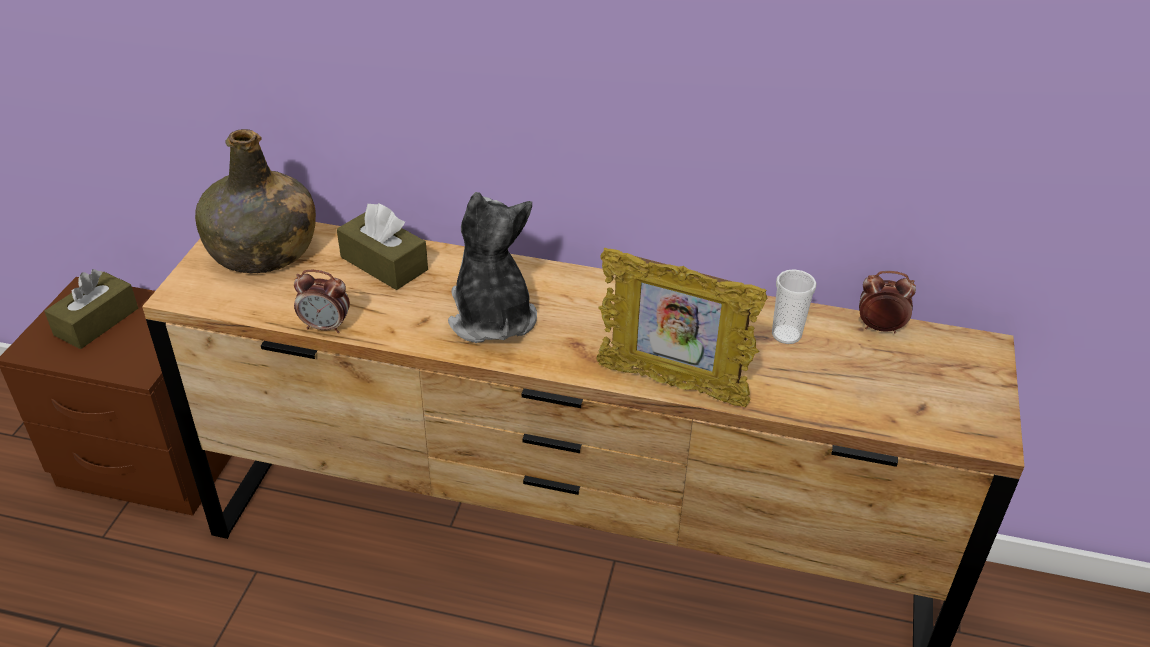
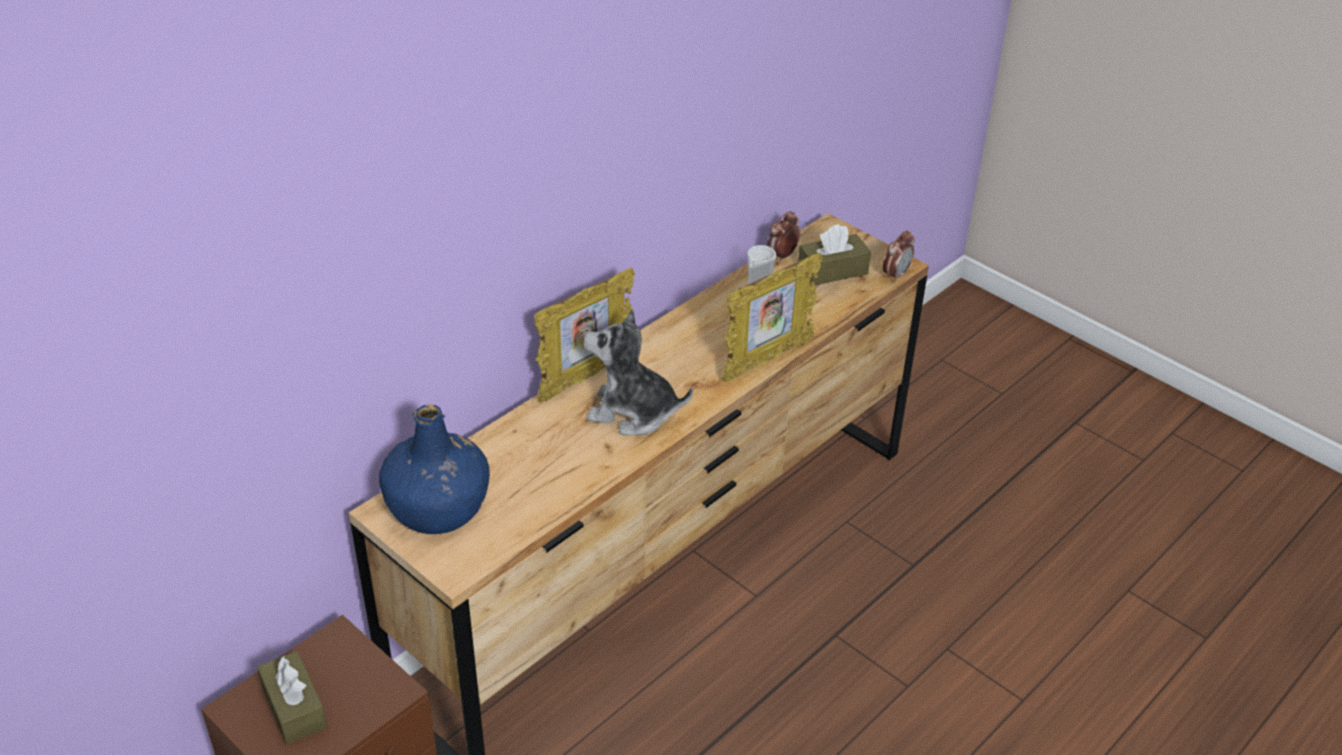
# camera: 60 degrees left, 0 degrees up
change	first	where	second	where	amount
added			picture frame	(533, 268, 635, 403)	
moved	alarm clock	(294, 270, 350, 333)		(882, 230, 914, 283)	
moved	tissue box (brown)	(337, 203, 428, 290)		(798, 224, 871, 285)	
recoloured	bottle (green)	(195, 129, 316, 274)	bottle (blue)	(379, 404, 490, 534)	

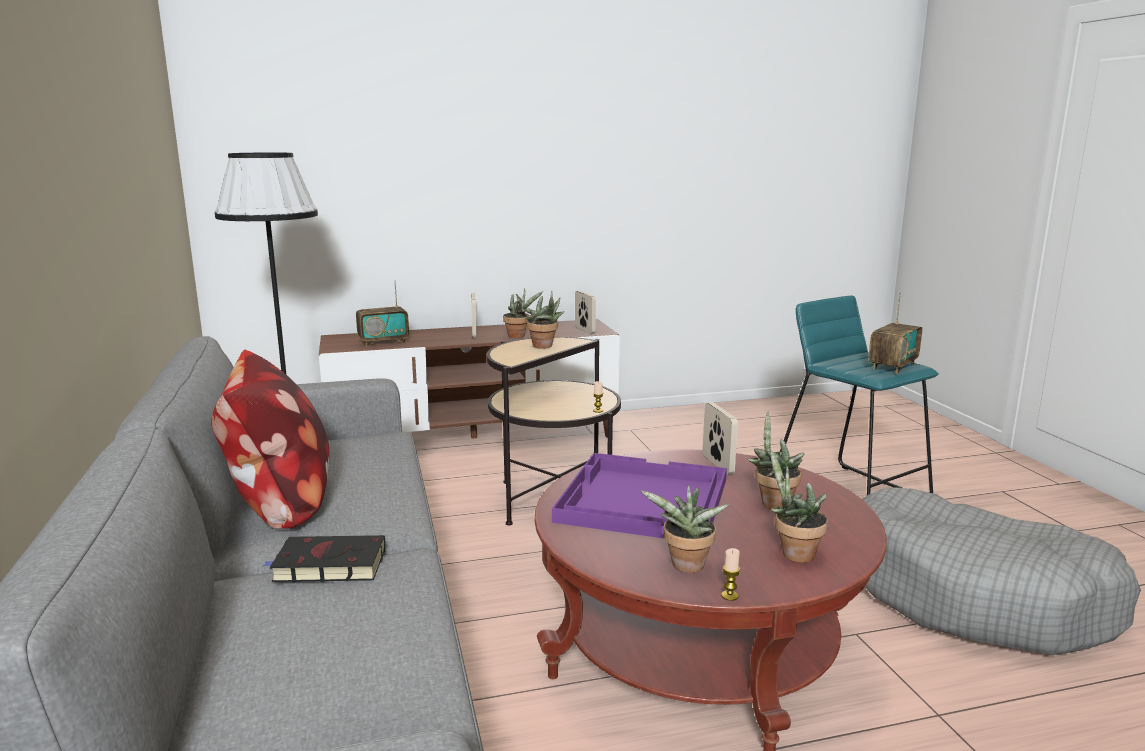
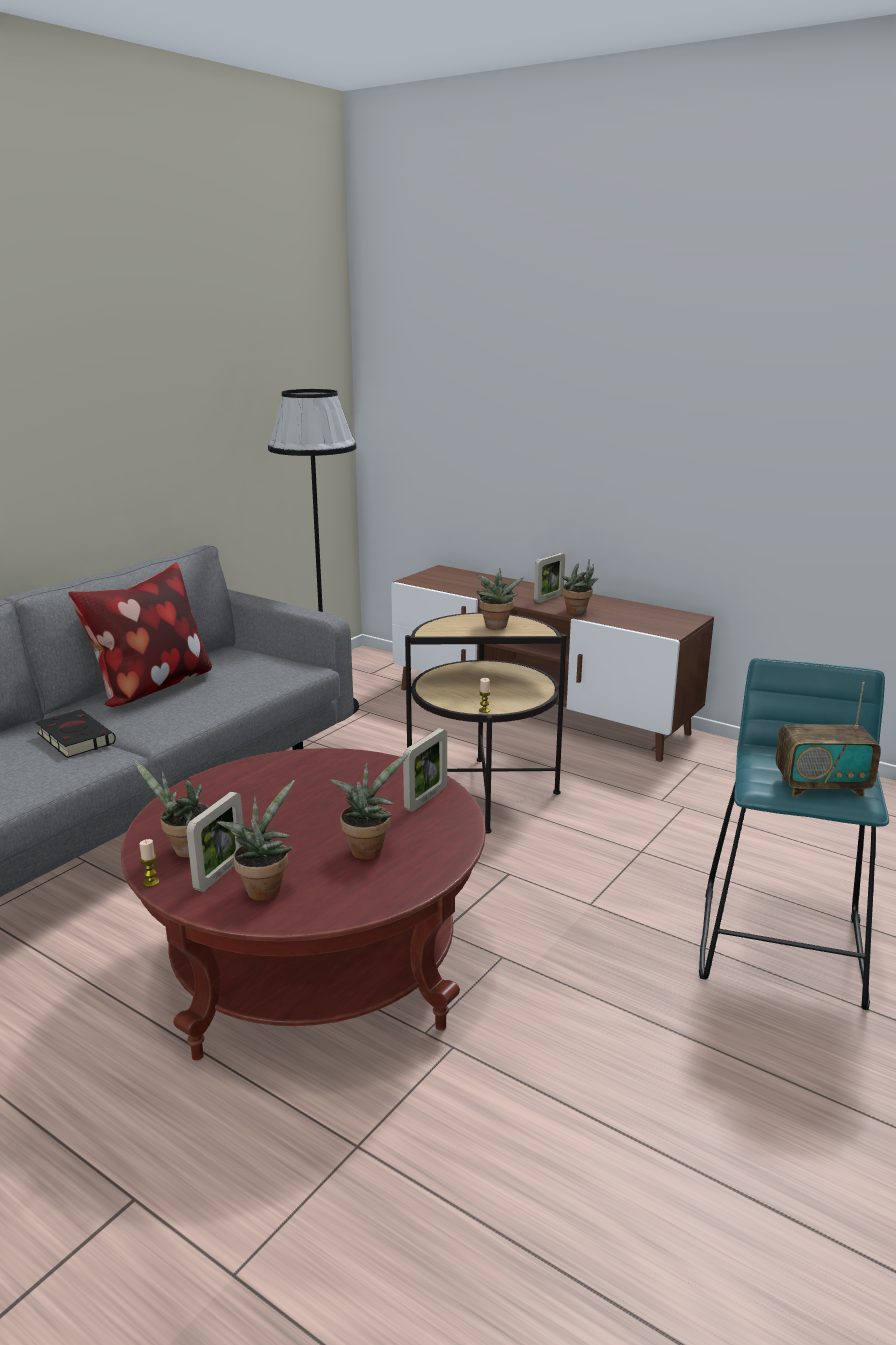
# camera: 50 degrees right, 5 degrees up
change	first	where	second	where	amount
removed	radio	(356, 281, 409, 347)			
removed	tray (purple)	(552, 453, 727, 538)			
removed	dog bed (grey)	(862, 488, 1141, 655)			
moved	picture frame	(575, 291, 596, 334)		(187, 792, 243, 892)	

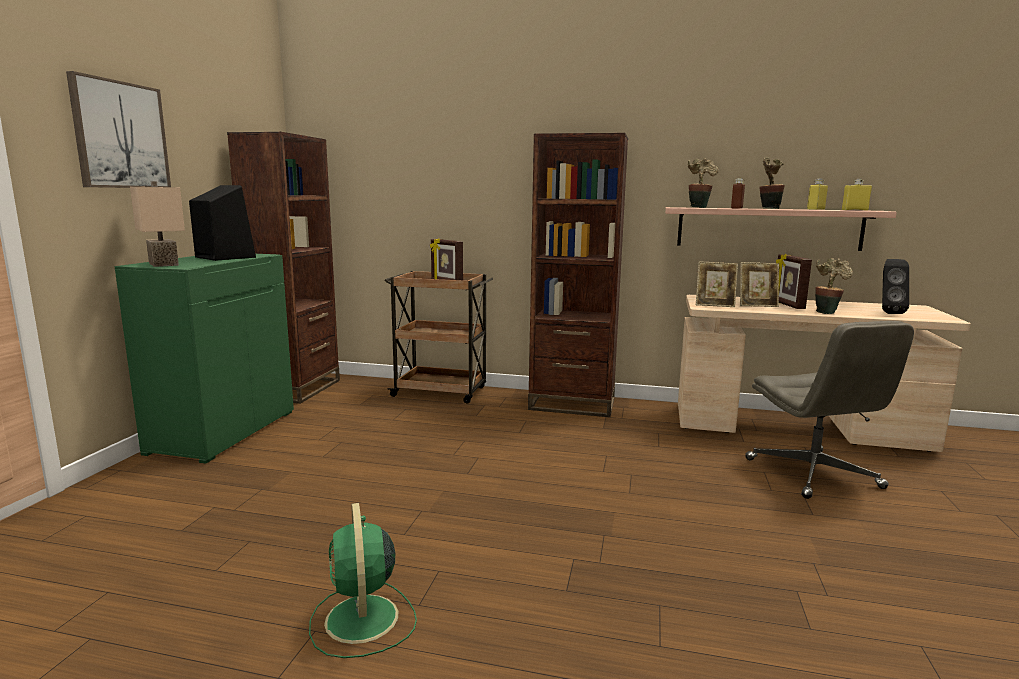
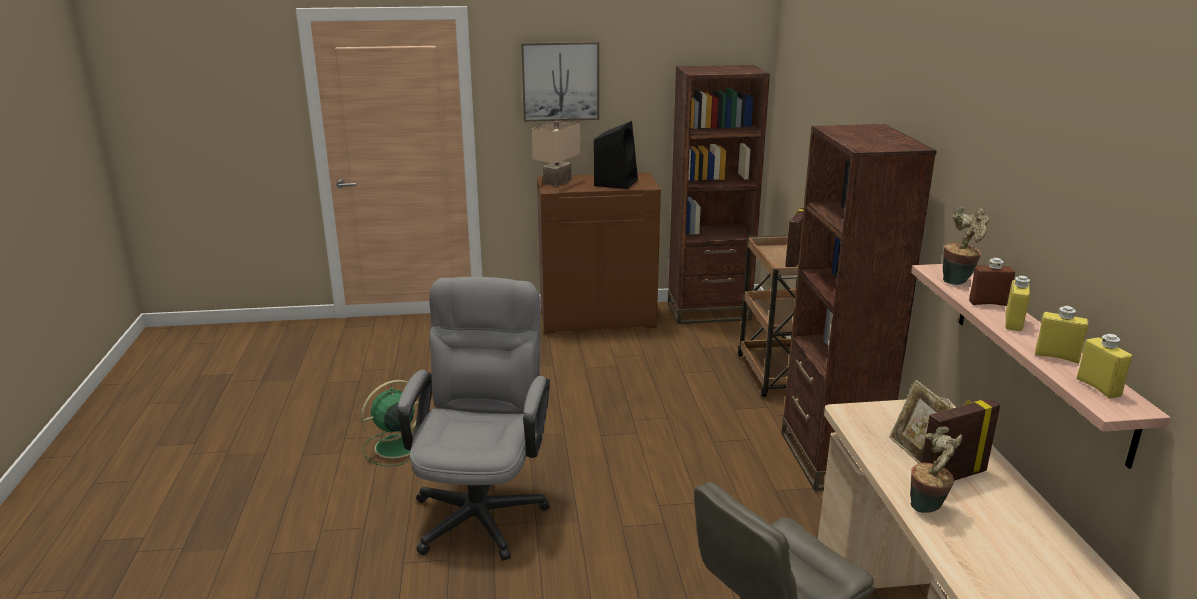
# camera: 70 degrees right, 10 degrees up
change	first	where	second	where	amount
removed	picture frame	(696, 261, 738, 307)			
removed	speaker (black)	(882, 259, 909, 314)			
added			office chair (grey)	(398, 277, 550, 561)	
replaced	potted plant	(759, 157, 785, 209)	bottle (yellow)	(1005, 276, 1031, 331)	
recoloured	cabinet (green)	(114, 254, 294, 463)	cabinet (brown)	(537, 173, 661, 334)	

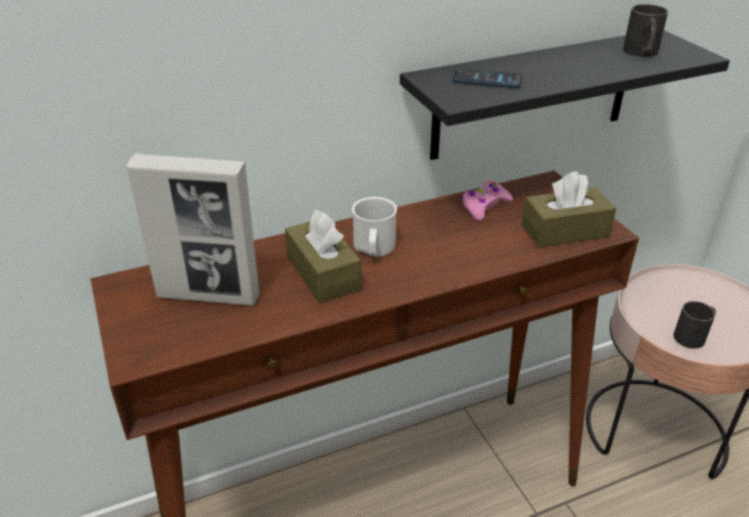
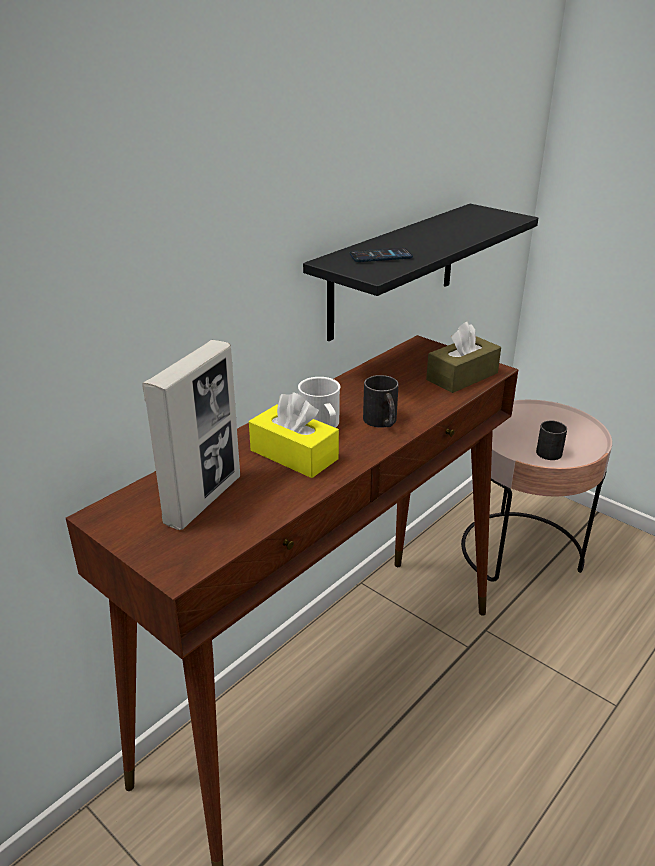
# camera: 25 degrees left, 5 degrees down
change	first	where	second	where	amount
removed	game controller (pink)	(461, 180, 513, 221)			
moved	mug (black)	(623, 4, 668, 57)		(363, 375, 399, 428)	
recoloured	tissue box (brown)	(285, 210, 361, 303)	tissue box (yellow)	(249, 392, 339, 478)	
turned	picture frame	(126, 153, 260, 306)		(143, 340, 240, 530)	45 degrees counterclockwise

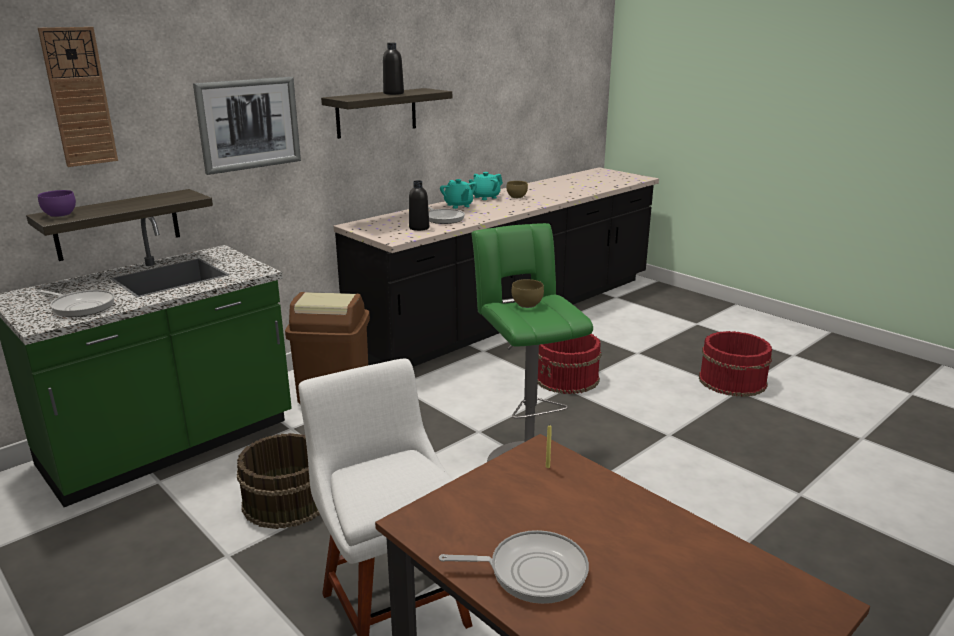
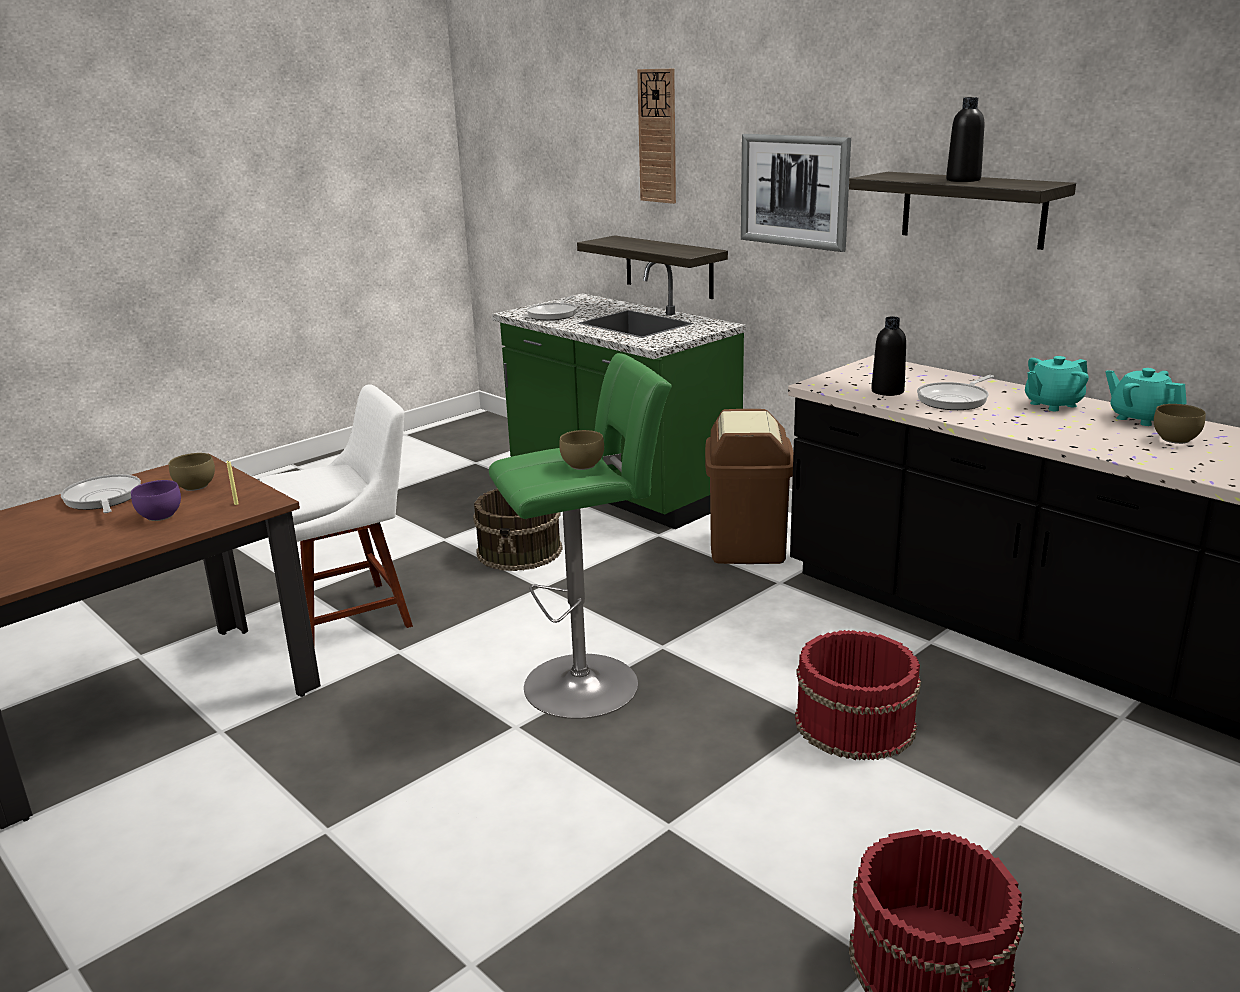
# camera: 90 degrees right, 0 degrees up
change	first	where	second	where	amount
added			bowl (brown)	(169, 453, 215, 491)	
moved	bowl (purple)	(38, 190, 76, 217)		(131, 480, 181, 521)	
turned	frying pan	(439, 530, 589, 604)		(61, 474, 141, 513)	150 degrees clockwise

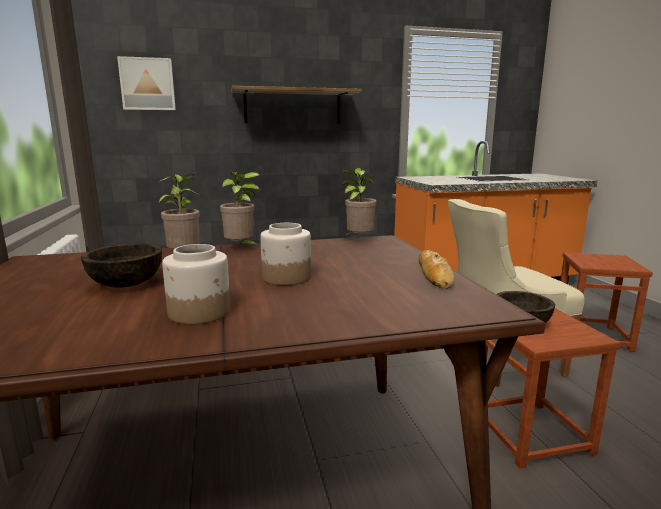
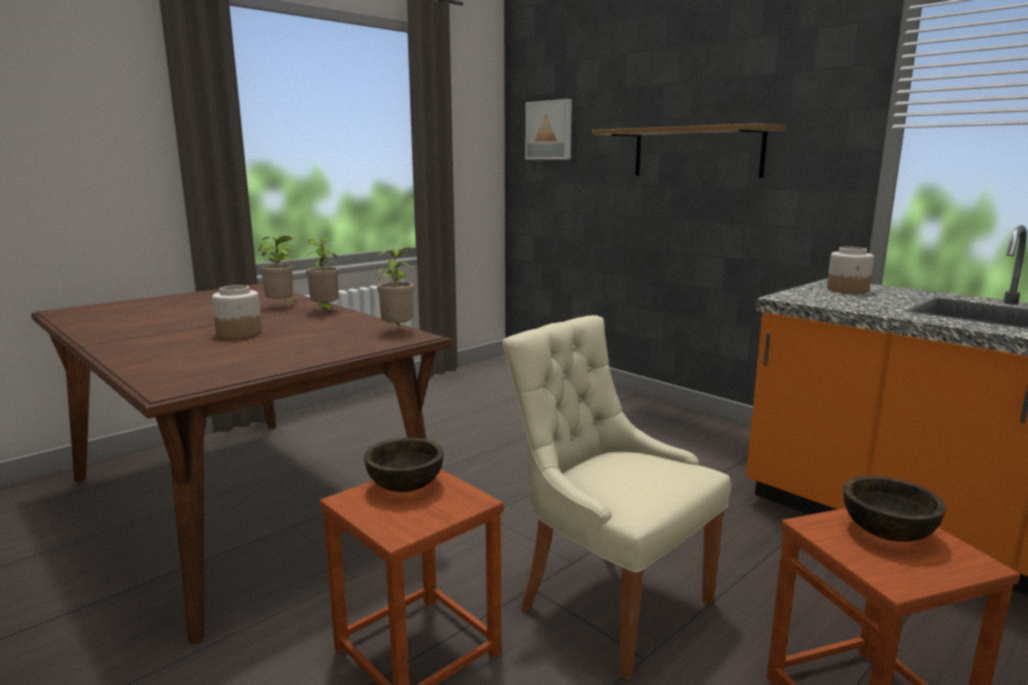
# camera: 60 degrees right, 0 degrees up
change	first	where	second	where	amount
removed	bread	(419, 250, 455, 289)			
moved	bowl (brown)	(81, 243, 162, 288)		(844, 476, 946, 542)	
moved	jar	(162, 244, 230, 324)		(827, 247, 874, 294)	

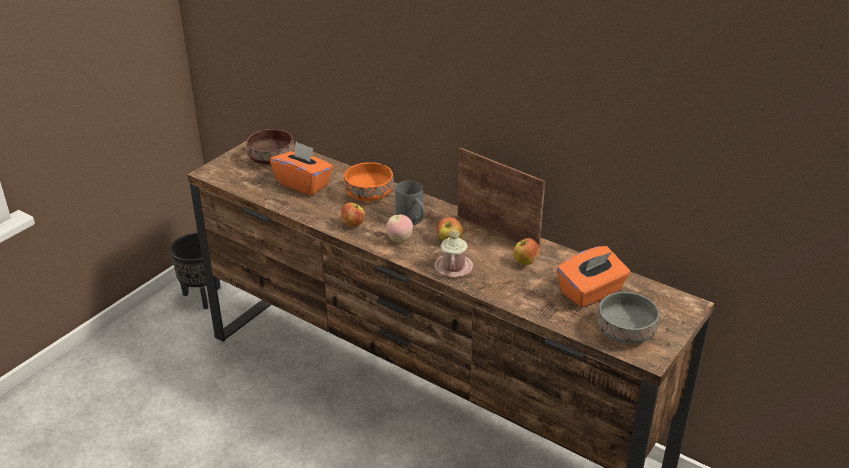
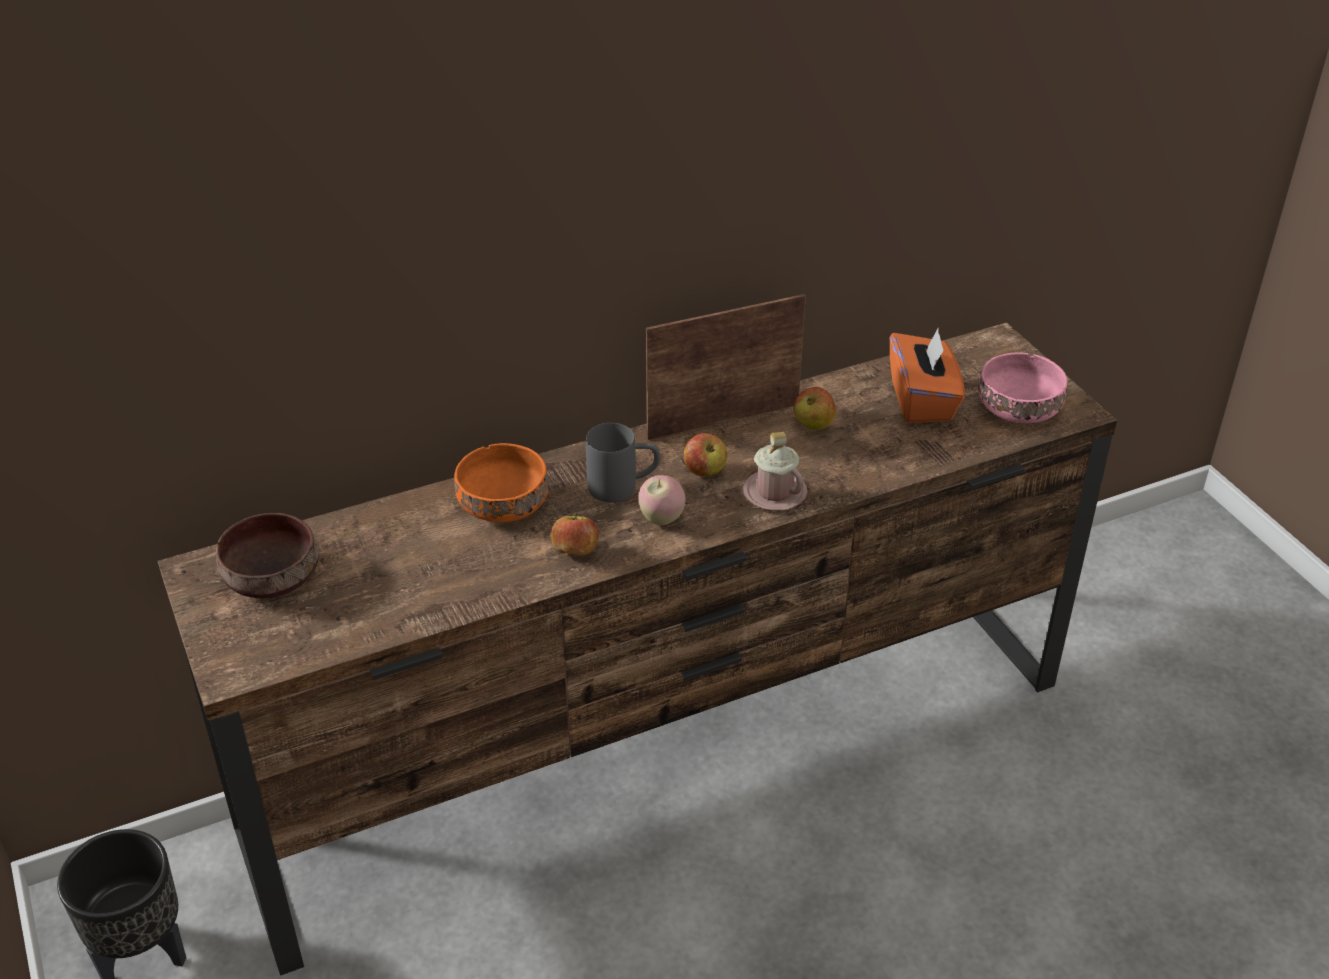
# camera: 60 degrees left, 5 degrees up
change	first	where	second	where	amount
removed	tissue box (orange)	(270, 142, 333, 196)			
recoloured	bowl (grey)	(597, 292, 660, 344)	bowl (pink)	(978, 352, 1068, 423)	

